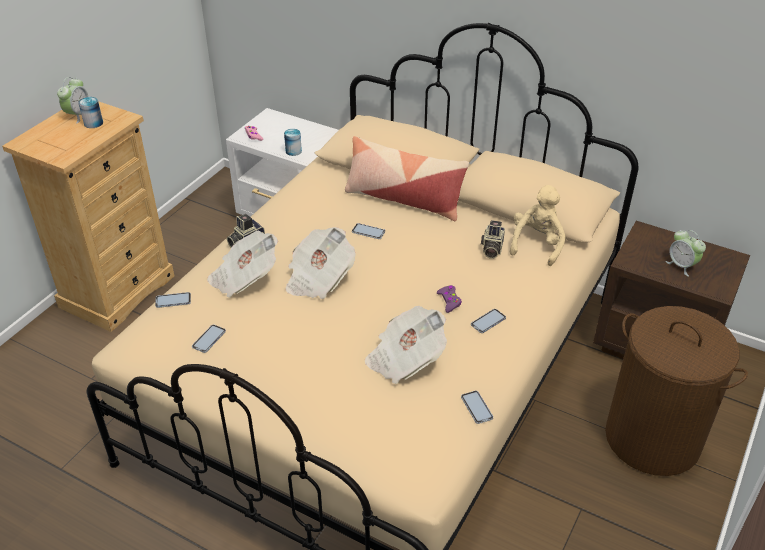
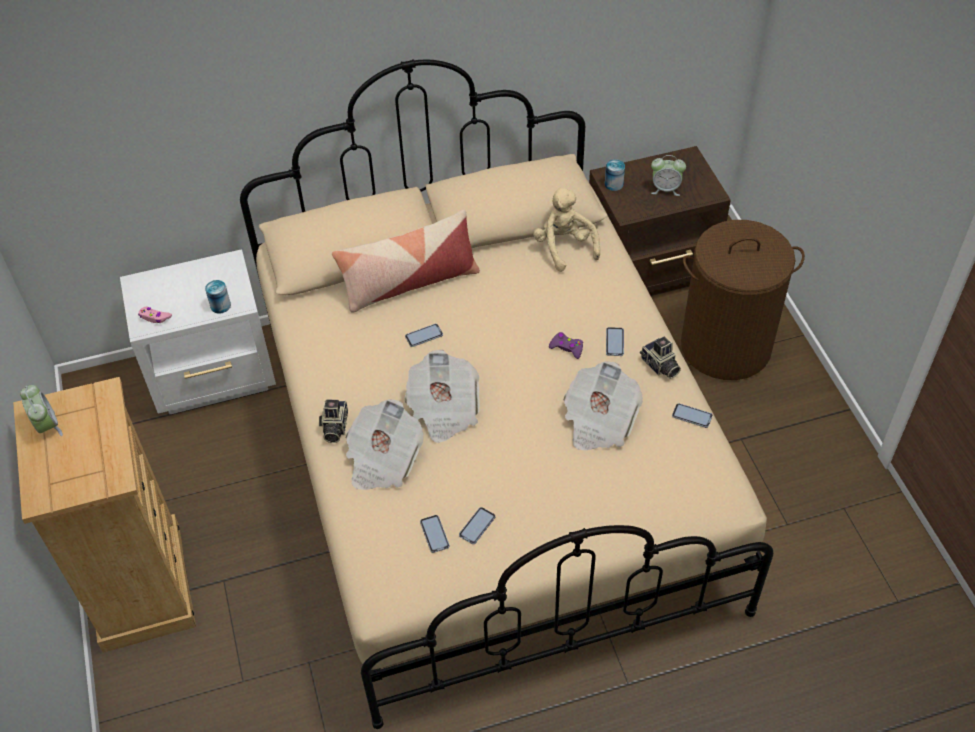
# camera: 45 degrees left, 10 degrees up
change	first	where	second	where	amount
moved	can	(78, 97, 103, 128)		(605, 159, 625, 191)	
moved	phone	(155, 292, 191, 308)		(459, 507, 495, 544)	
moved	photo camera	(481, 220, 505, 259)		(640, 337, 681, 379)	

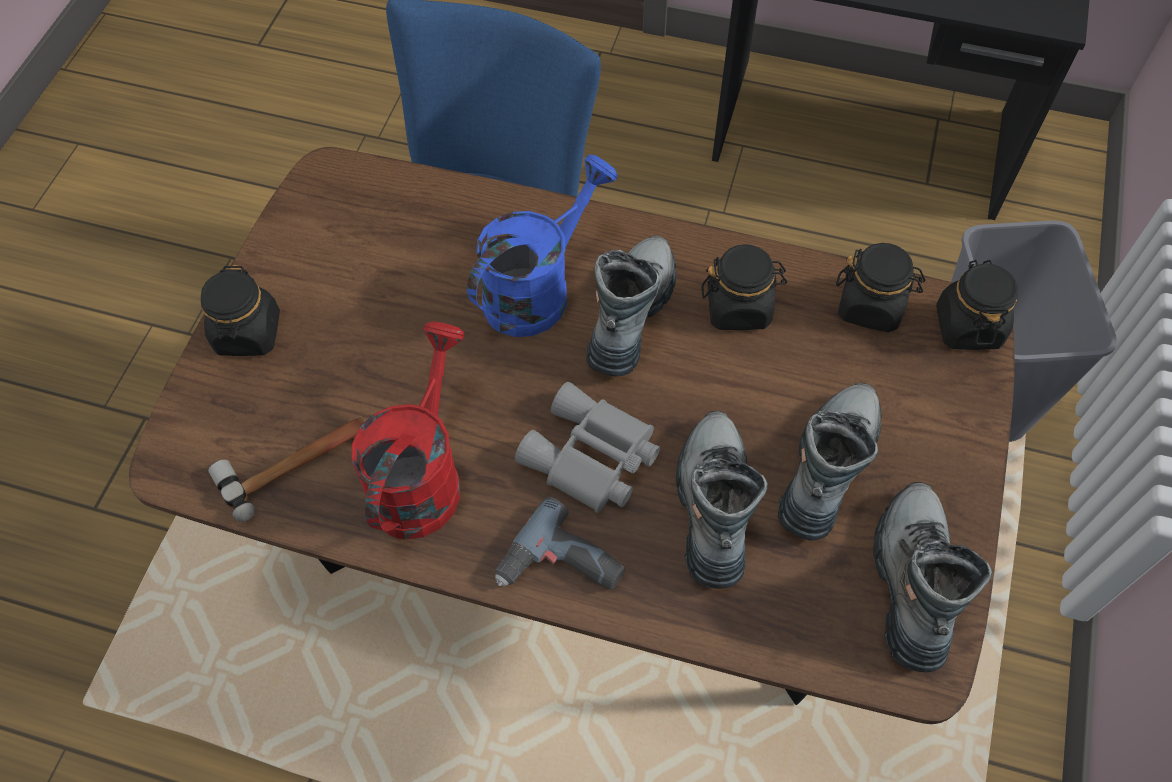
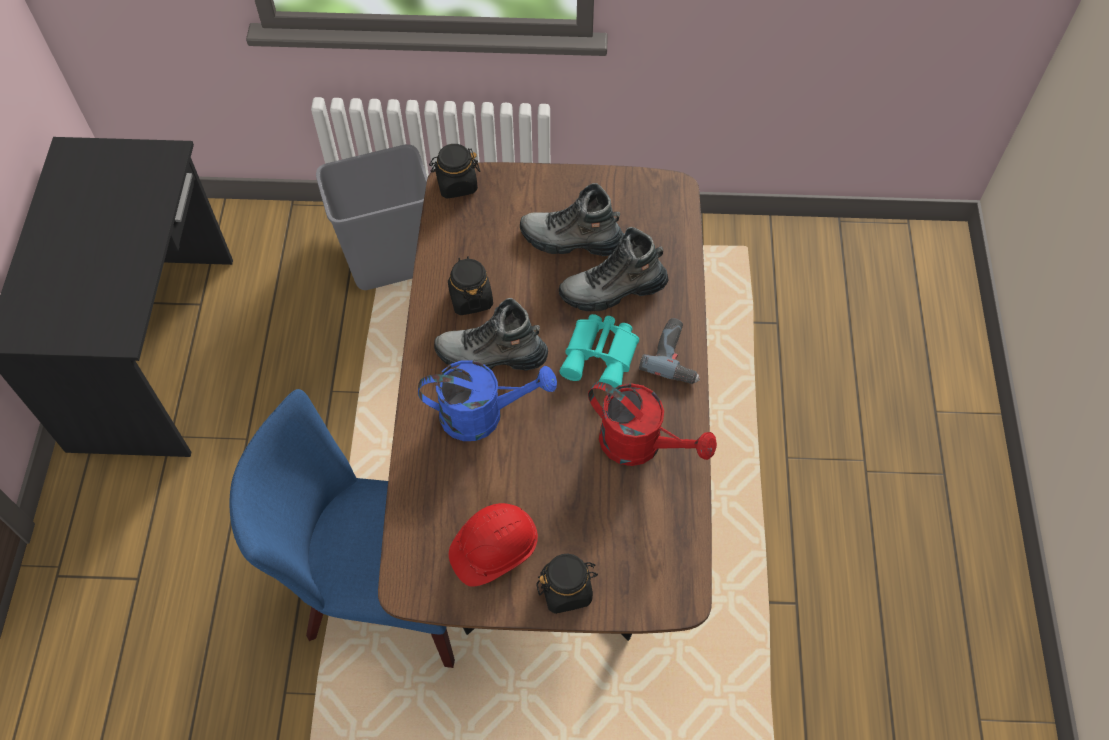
# camera: 105 degrees left, 0 degrees up
change	first	where	second	where	amount
removed	hammer	(208, 416, 366, 522)			
removed	jar (black)	(836, 243, 926, 332)			
removed	boot	(873, 482, 992, 672)			
added			hard hat (red)	(449, 503, 538, 587)	
recoloured	binoculars (grey)	(515, 382, 660, 513)	binoculars (turquoise)	(559, 314, 639, 388)	
turned	watering can (red)	(352, 321, 465, 539)		(588, 382, 717, 466)	150 degrees counterclockwise
turned	watering can (blue)	(467, 155, 617, 337)		(418, 360, 557, 441)	150 degrees clockwise

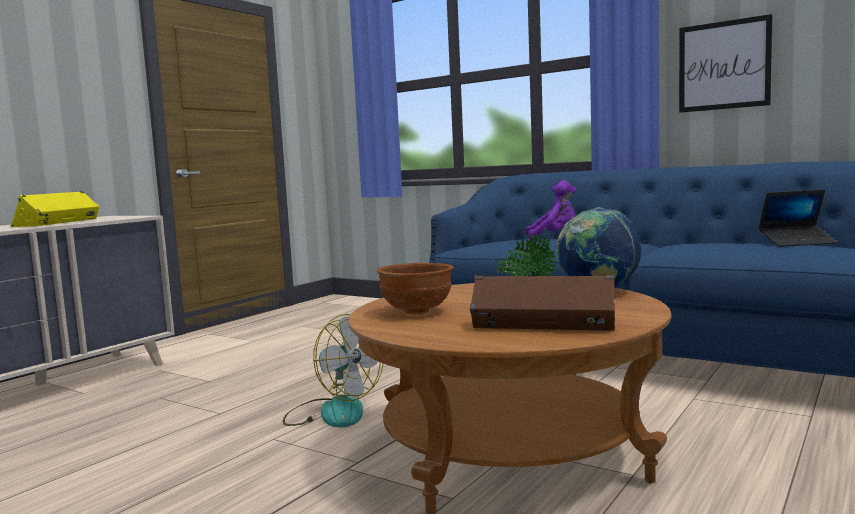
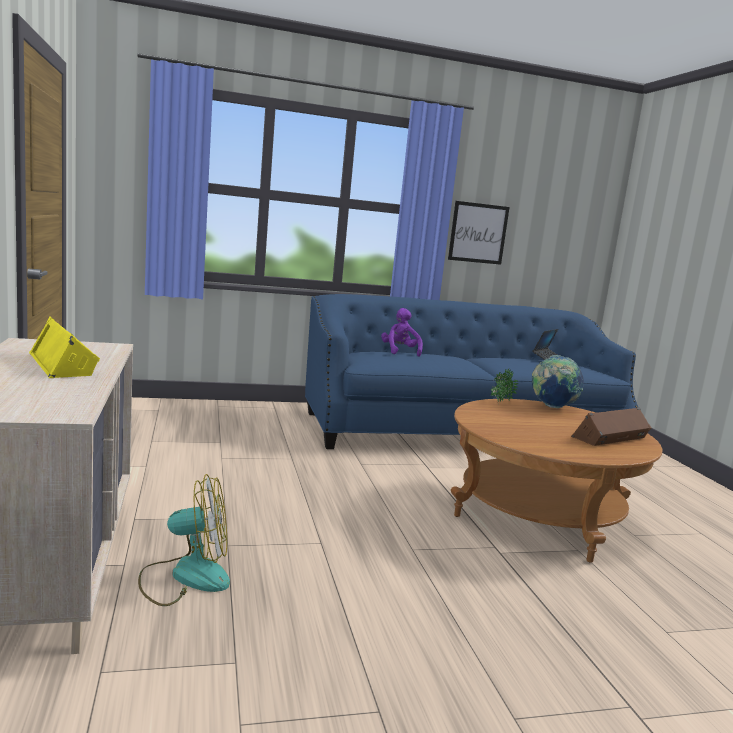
# camera: 50 degrees left, 5 degrees up
change	first	where	second	where	amount
removed	bowl (brown)	(377, 263, 453, 314)			
moved	fan	(283, 314, 383, 428)		(138, 474, 230, 606)	
turned	plush toy (purple)	(525, 180, 576, 240)		(381, 308, 423, 357)	60 degrees counterclockwise

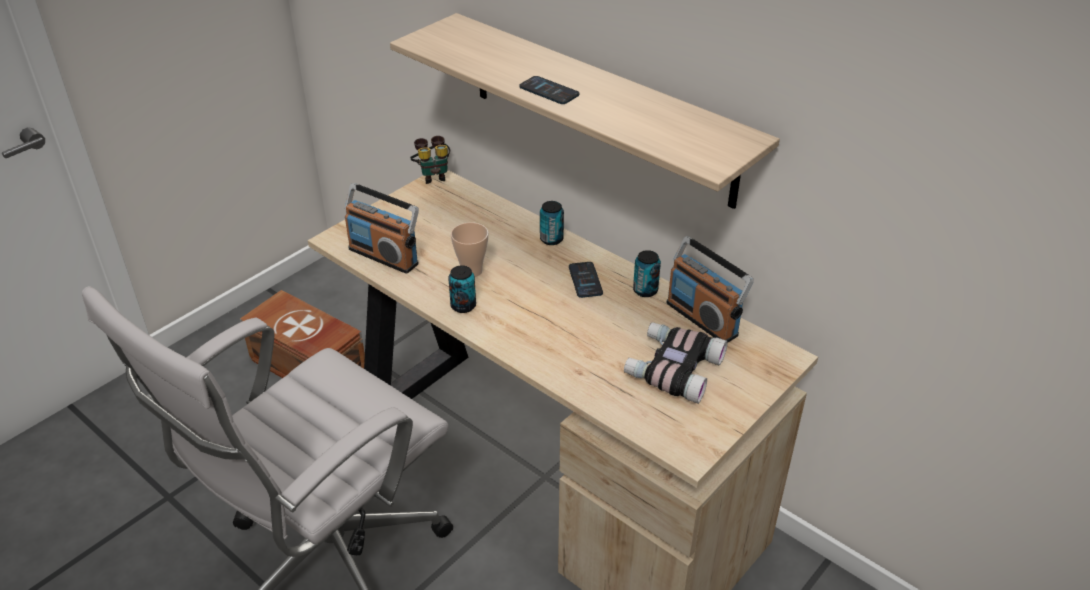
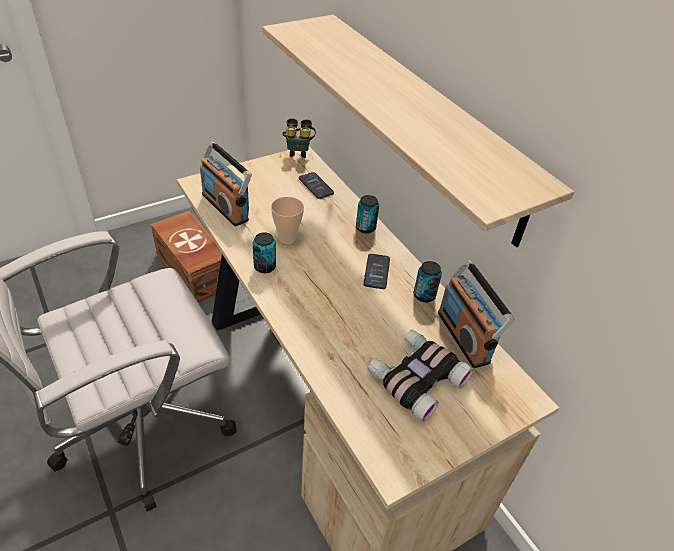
# camera: 15 degrees right, 5 degrees up
change	first	where	second	where	amount
moved	phone	(519, 76, 579, 104)		(299, 172, 334, 199)	

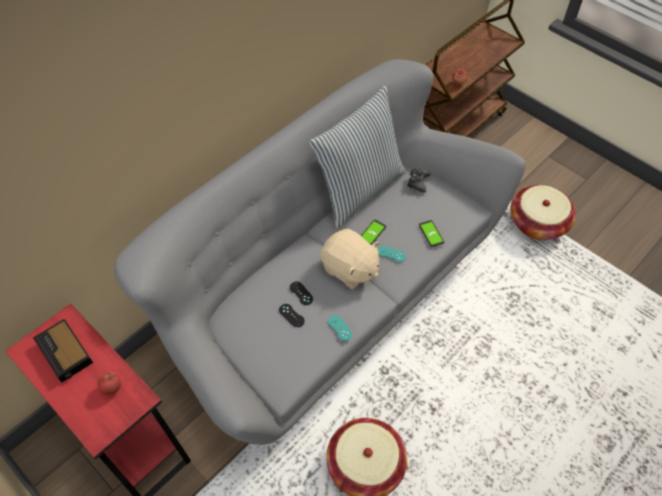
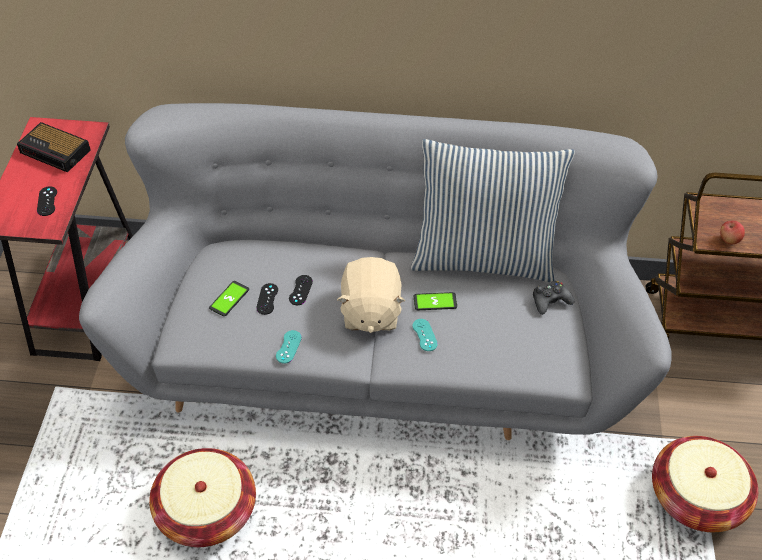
# camera: 50 degrees right, 5 degrees down
change	first	where	second	where	amount
moved	phone	(419, 220, 444, 247)		(209, 281, 249, 316)	
replaced	apple	(97, 372, 121, 395)	game controller (black)	(37, 186, 57, 216)	
turned	alarm clock	(33, 319, 93, 383)		(17, 122, 90, 172)	75 degrees counterclockwise

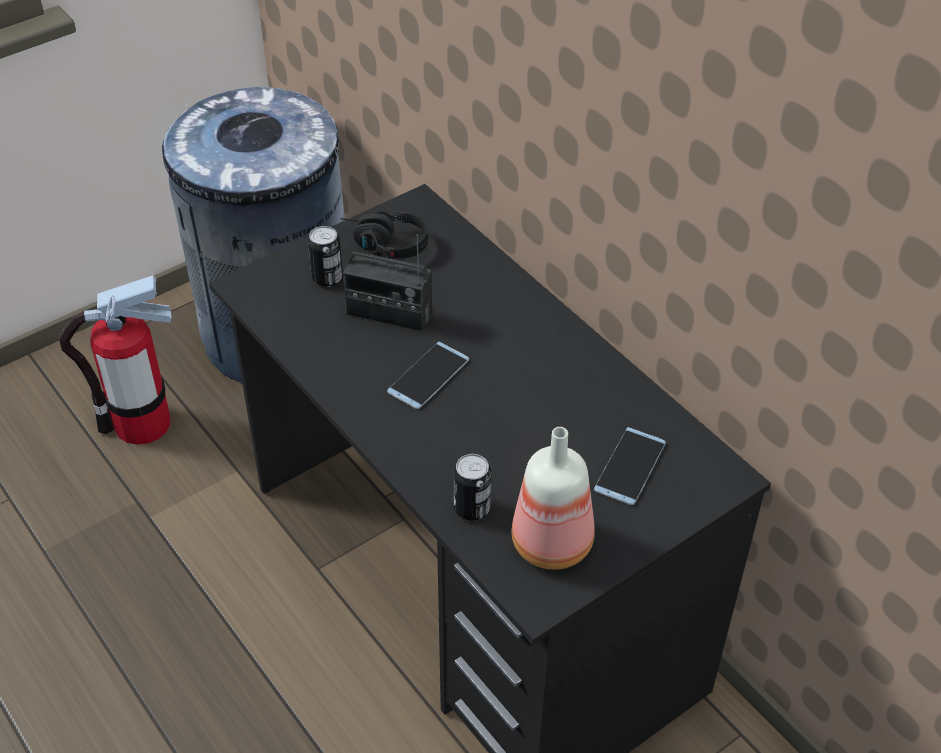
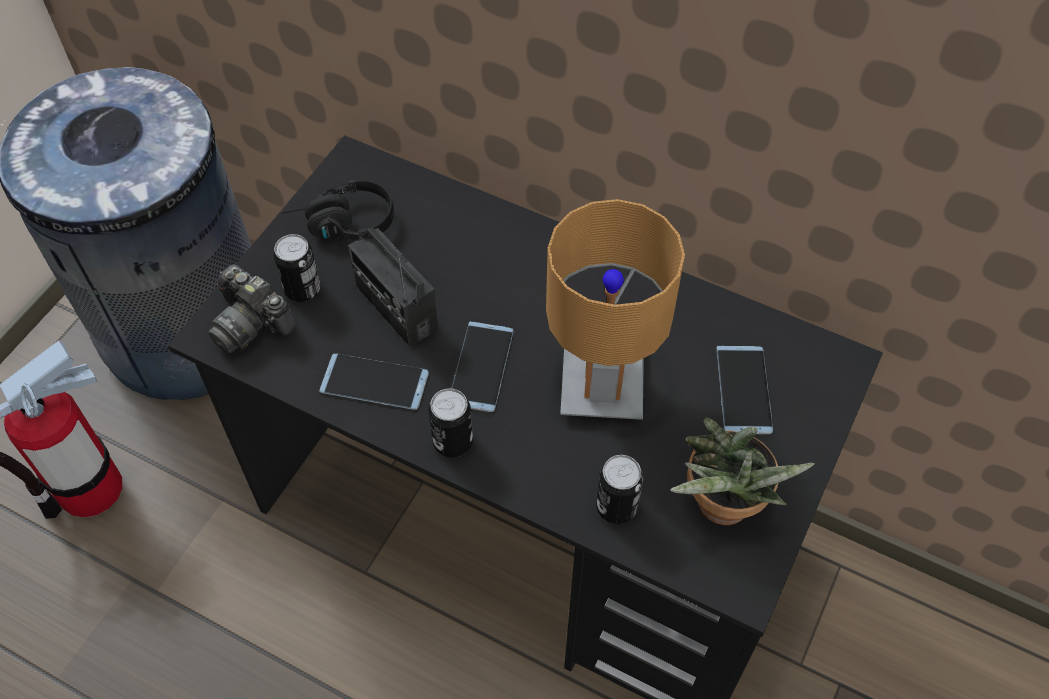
# camera: 25 degrees left, 10 degrees up
change	first	where	second	where	amount
added			photo camera	(208, 264, 297, 354)	
added			phone	(319, 353, 429, 410)	
added			can	(428, 388, 473, 457)	
added			table lamp (brown)	(546, 199, 685, 420)	
replaced	bottle	(511, 427, 595, 570)	potted plant	(670, 418, 815, 525)	
turned	radio	(343, 234, 432, 332)		(348, 228, 439, 348)	60 degrees clockwise

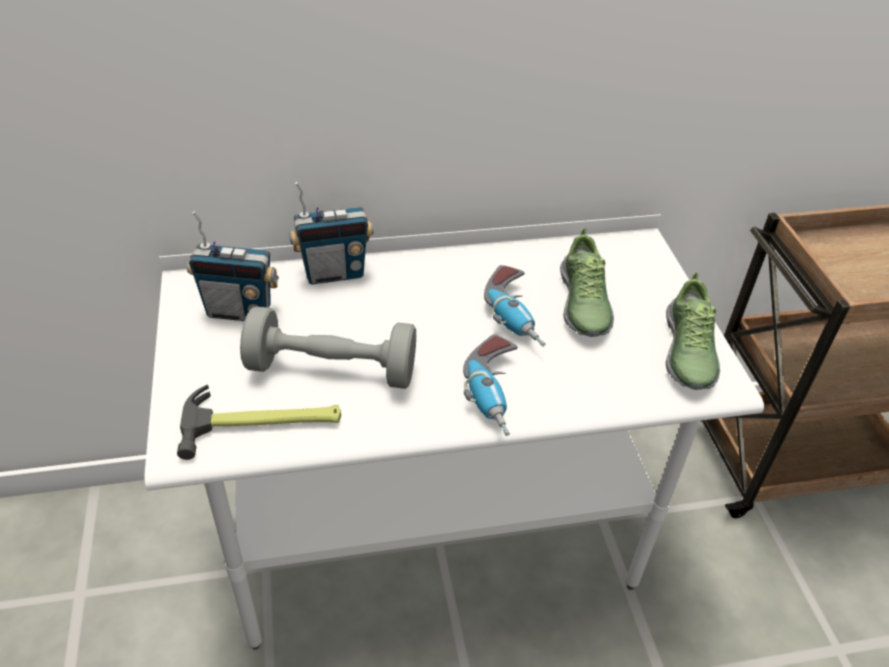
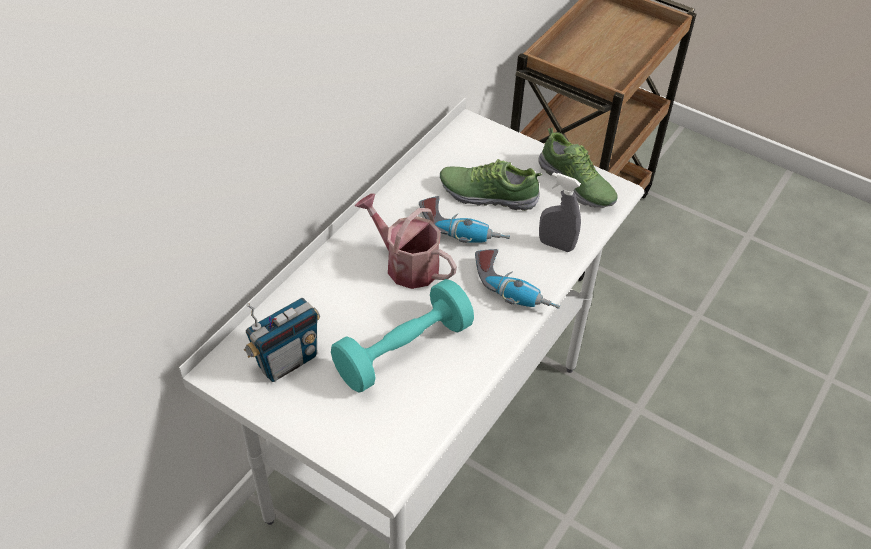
# camera: 45 degrees left, 5 degrees up
change	first	where	second	where	amount
removed	hammer	(177, 384, 341, 460)			
removed	radio	(289, 182, 373, 284)			
added			watering can	(355, 193, 457, 289)	
added			spray bottle (grey)	(539, 172, 581, 252)	
recoloured	dumbbell (grey)	(240, 306, 416, 389)	dumbbell (turquoise)	(331, 279, 474, 393)	
turned	shoe	(560, 228, 614, 337)		(440, 159, 542, 211)	150 degrees clockwise

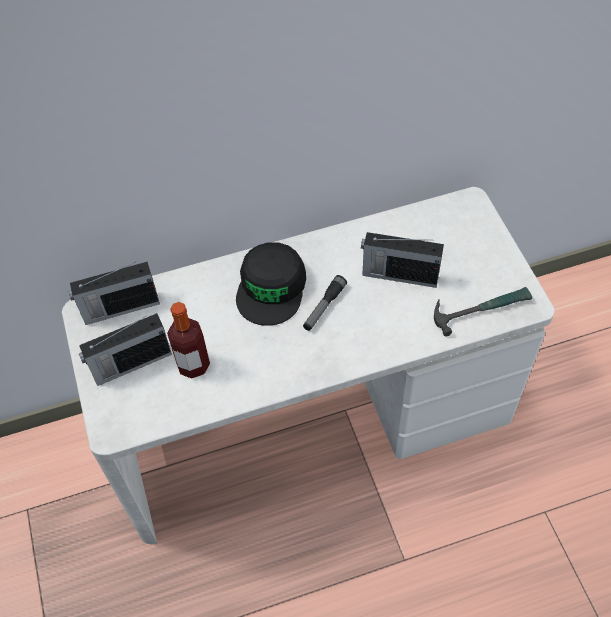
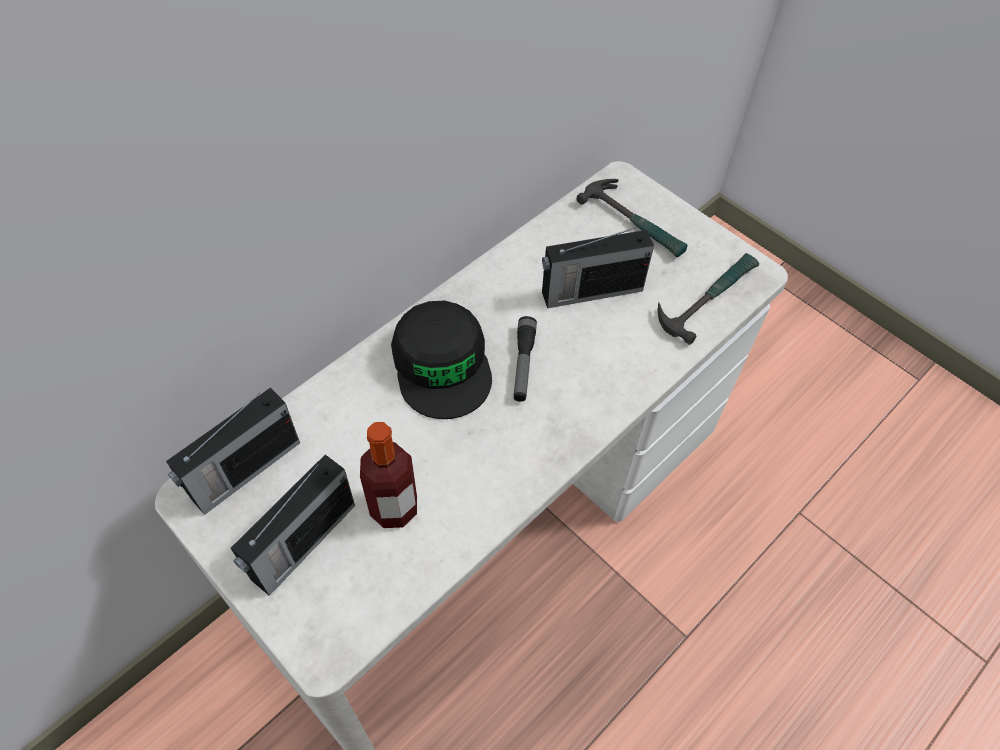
# camera: 30 degrees left, 0 degrees up
change	first	where	second	where	amount
added			hammer	(576, 179, 687, 257)	

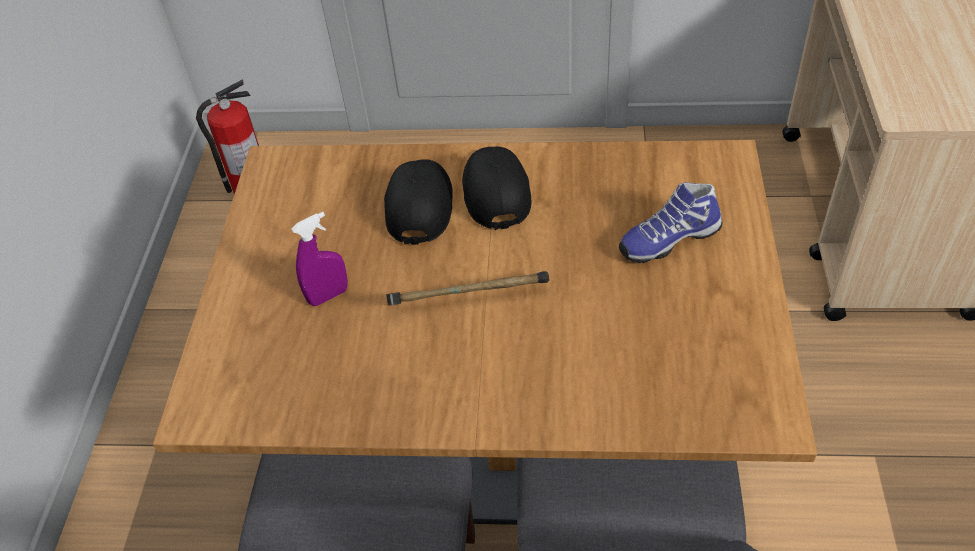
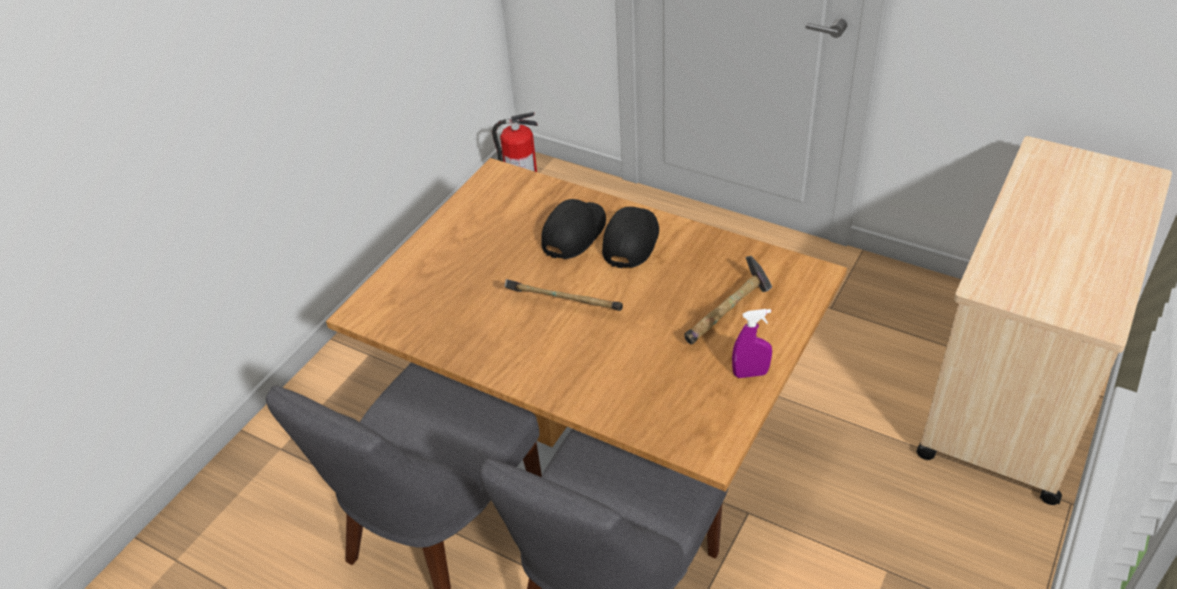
# camera: 25 degrees right, 5 degrees down
change	first	where	second	where	amount
moved	spray bottle (purple)	(291, 212, 348, 306)		(732, 309, 772, 378)	
replaced	shoe	(619, 183, 723, 263)	hammer	(684, 256, 772, 344)	

